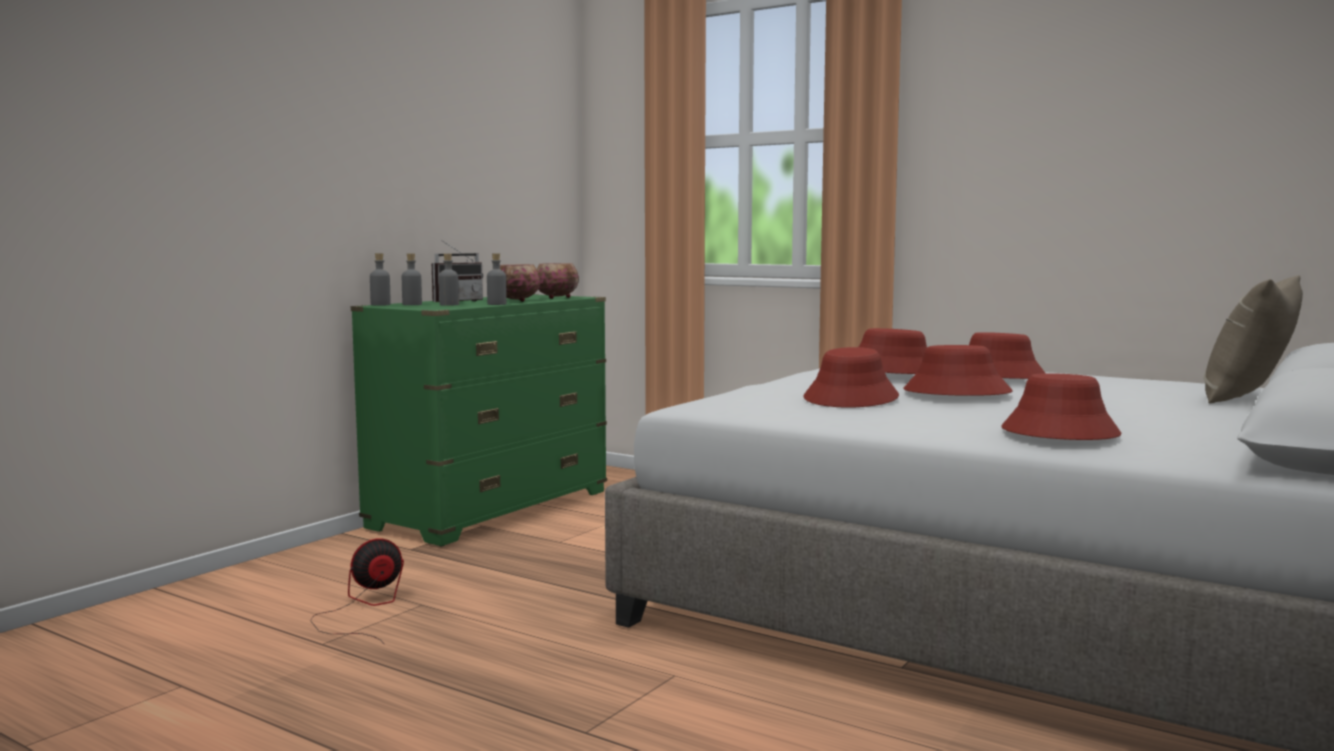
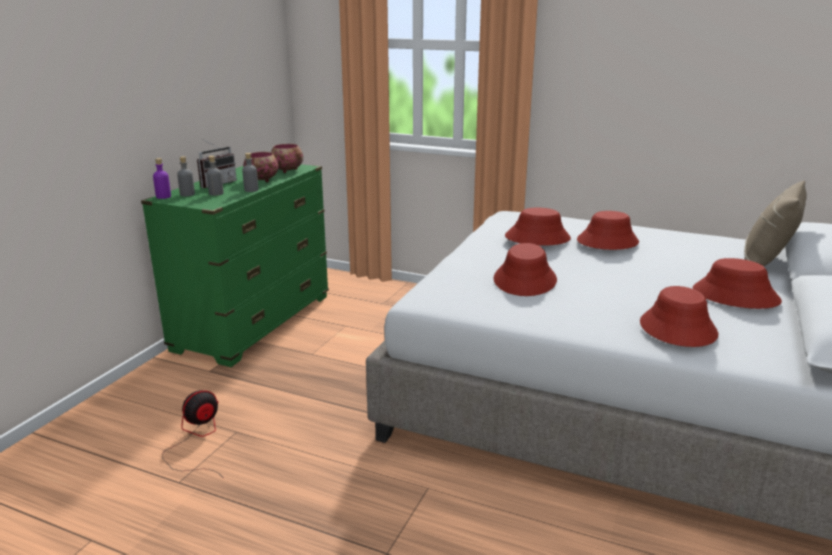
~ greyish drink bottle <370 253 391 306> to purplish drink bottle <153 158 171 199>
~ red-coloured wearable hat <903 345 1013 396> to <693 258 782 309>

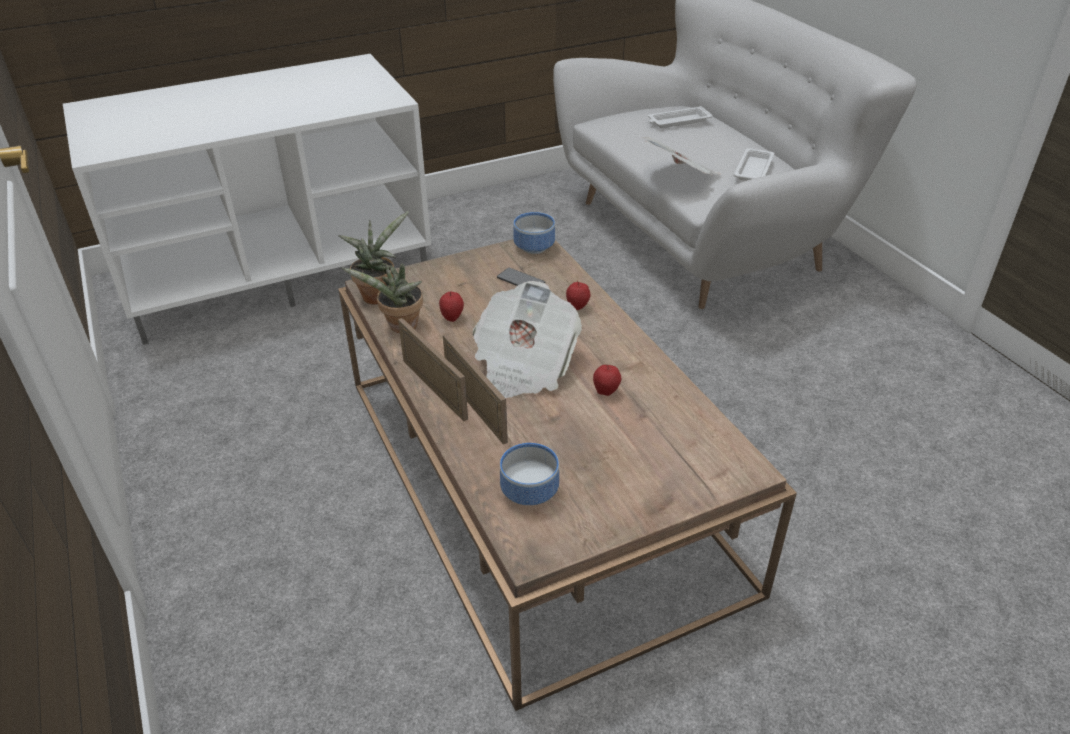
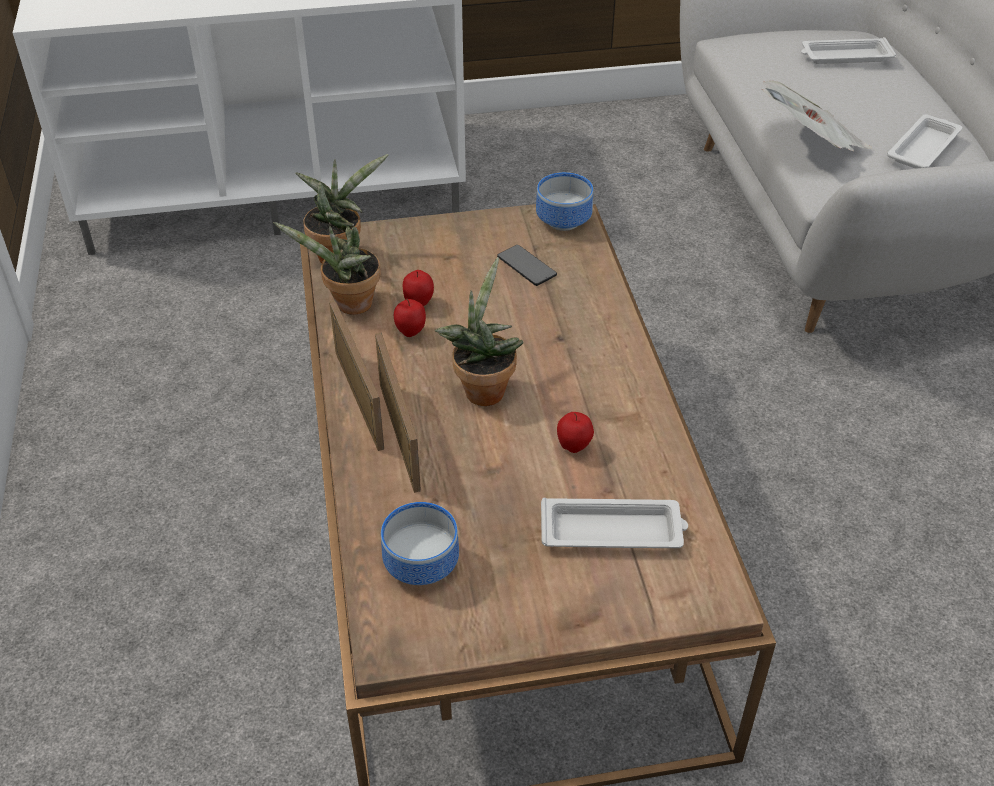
~ whole apple <566 281 591 310> to <394 298 426 337>
~ printed paper <472 281 582 398> to plant in a pot <435 257 523 406>
+ white tray <541 498 688 548>

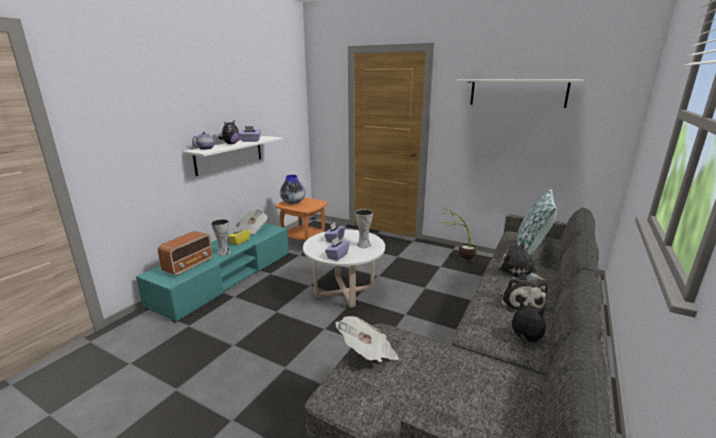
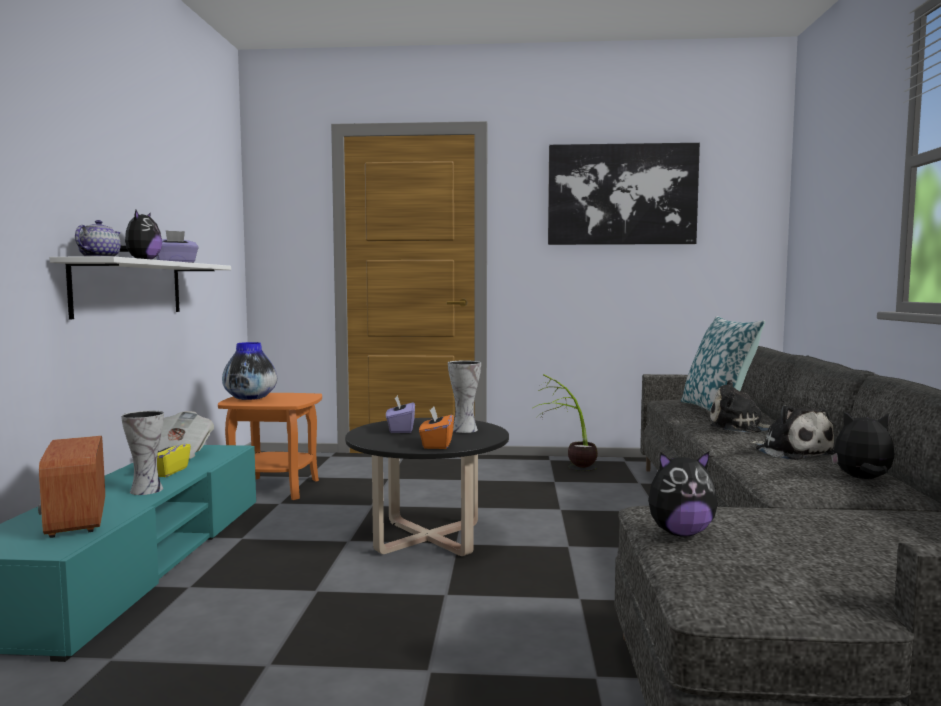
~ radio set <158 231 213 276> = <38 436 105 538> 150 degrees clockwise
~ white coffee table <303 229 385 308> to black-coloured coffee table <345 418 509 556>
~ purplish tissue holder <325 237 350 260> to orange-coloured tissue holder <419 407 454 449>
~ white shelf <457 79 583 108> to picture <548 143 700 245>
~ printed paper <335 316 399 362> to soft toy <648 451 718 537>

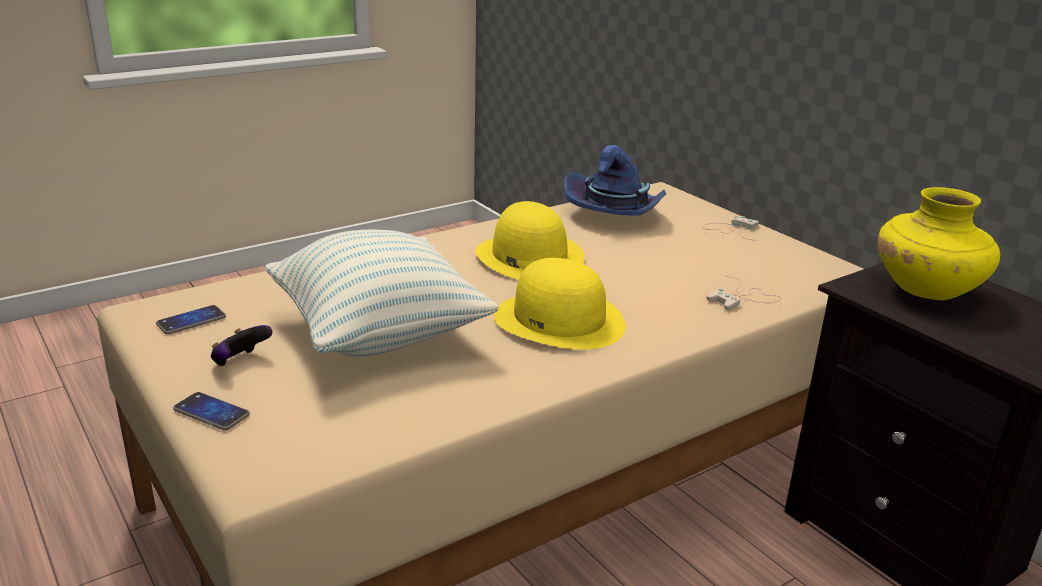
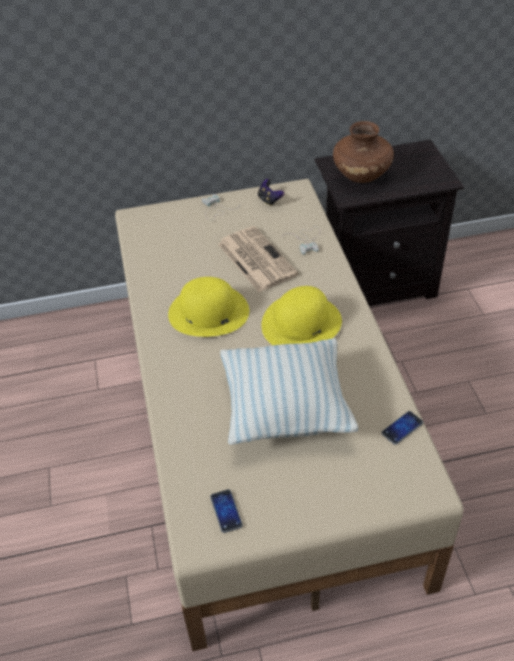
+ printed paper <218 226 298 292>
~ gamepad <211 325 272 367> to <258 179 284 206>
~ yellow-coloured flower vase <878 187 1000 300> to brown flower vase <333 121 394 183>
~ phone <173 392 250 430> to <381 411 423 445>
- blue wearable hat <564 145 666 216>

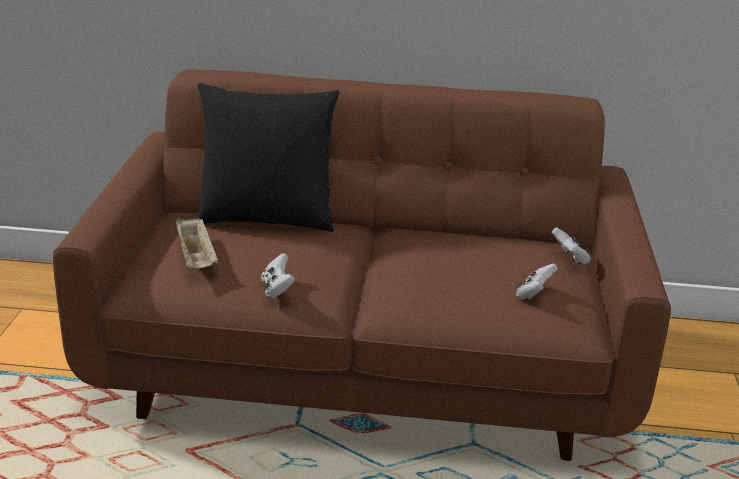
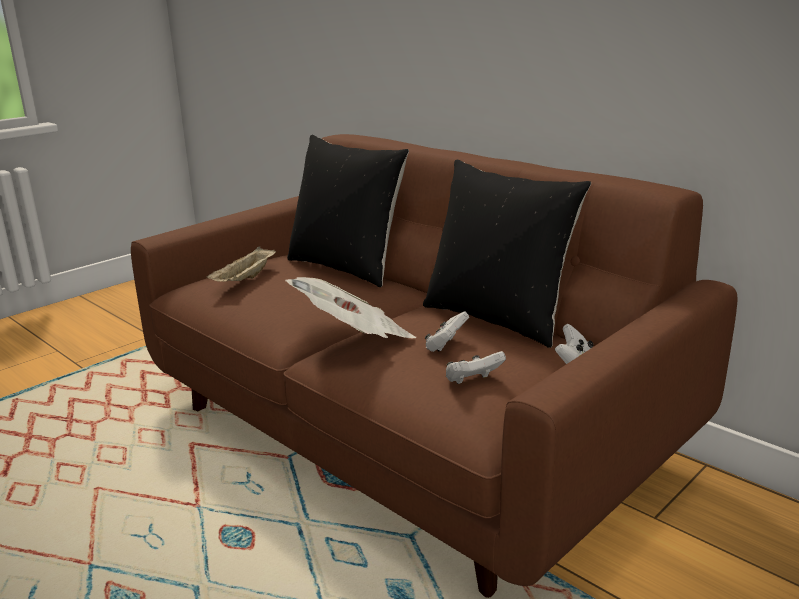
+ printed paper <285 277 416 338>
+ black-coloured cushion <423 160 591 348>
~ white gamepad <261 253 295 298> to <425 312 469 352>

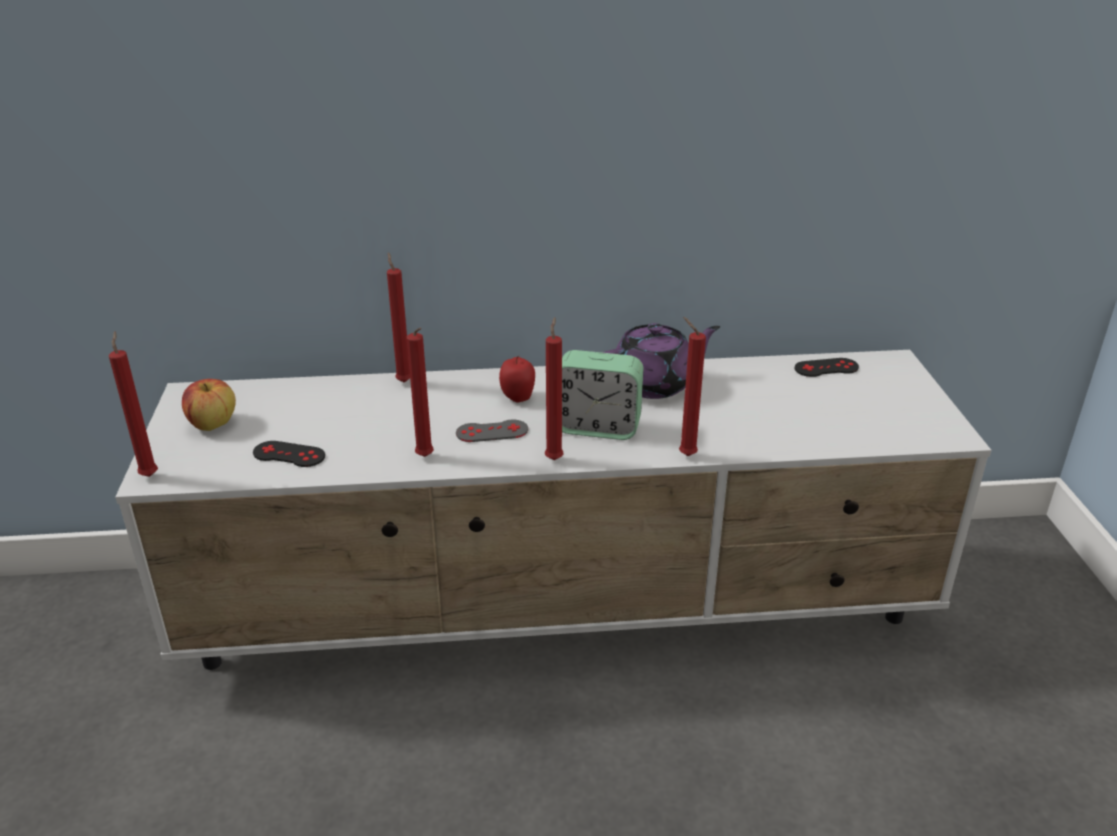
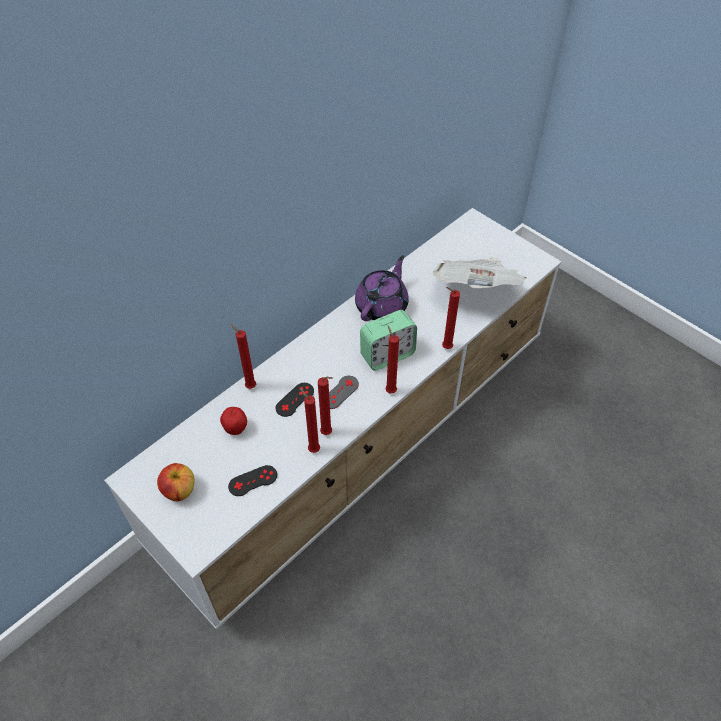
~ whole apple <499 355 535 402> to <220 407 247 435>
~ black-coloured gamepad <795 358 859 377> to <275 383 314 417>
~ red-coloured wax light <109 332 158 477> to <300 388 320 453>
+ printed paper <433 258 527 288>

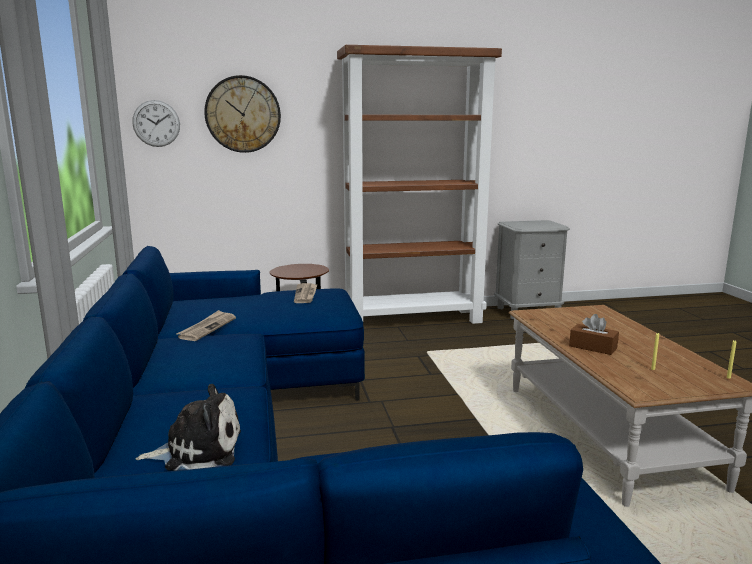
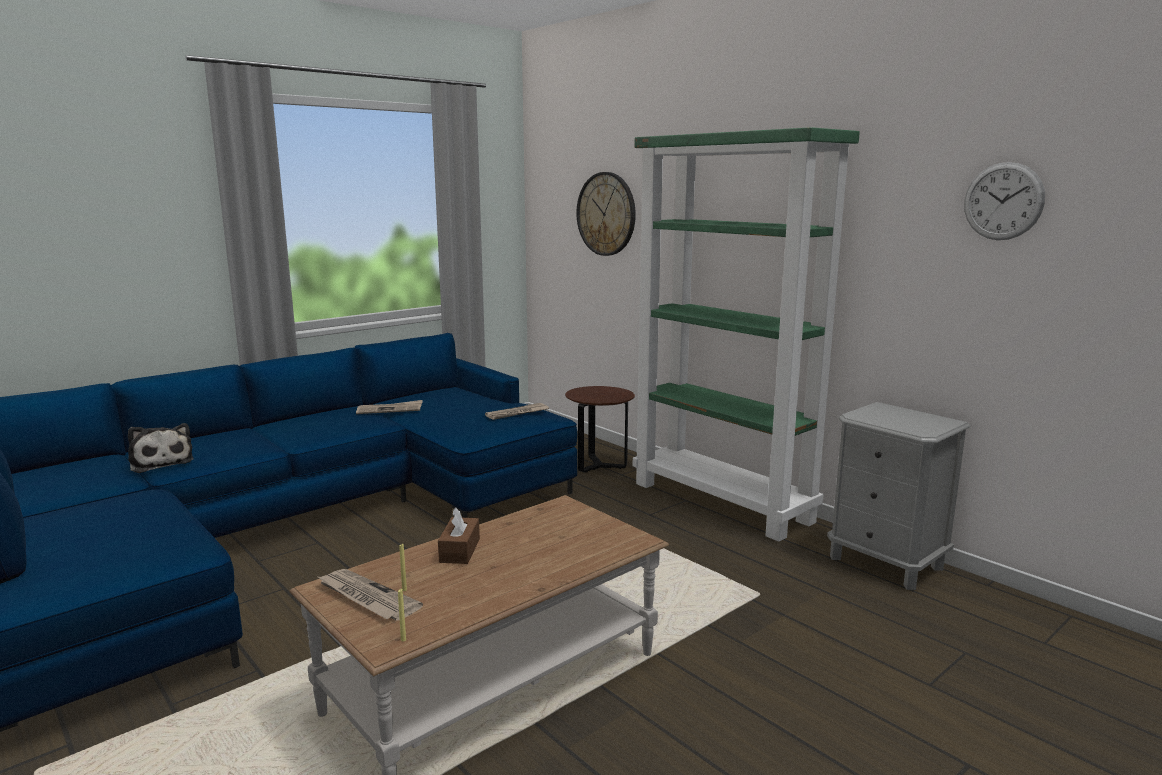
+ printed paper <316 569 423 620>
~ brown shelving unit <337 45 502 324> to green-coloured shelving unit <633 127 860 542>
~ clock on the wall <132 100 180 147> to <964 162 1045 240>

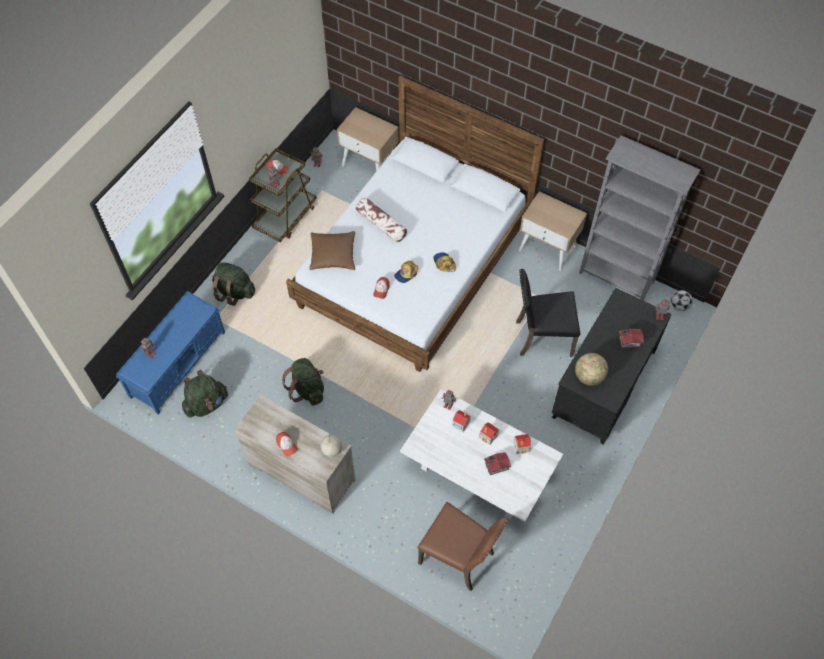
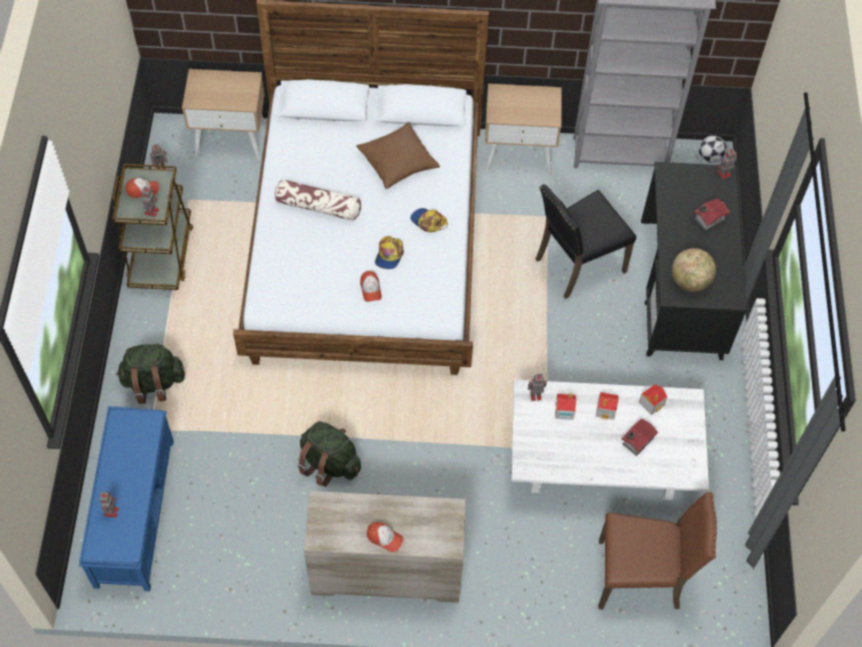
~ brown cushion <309 231 355 270> to <356 122 440 189>
- green-coloured rucksack <182 370 228 418>
- globe <320 435 342 457>

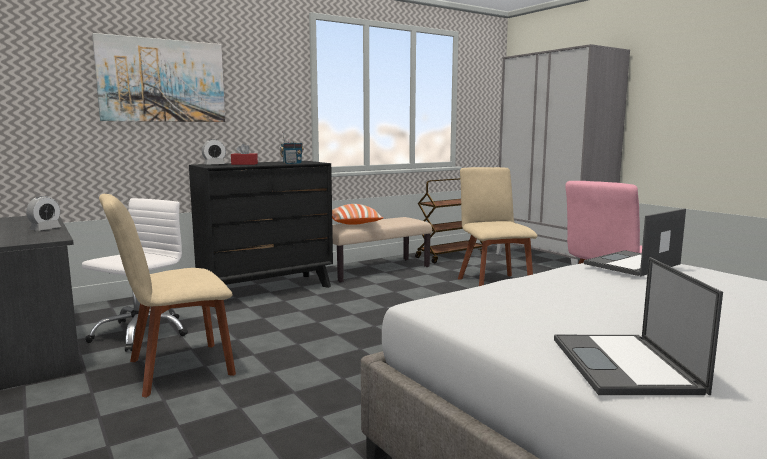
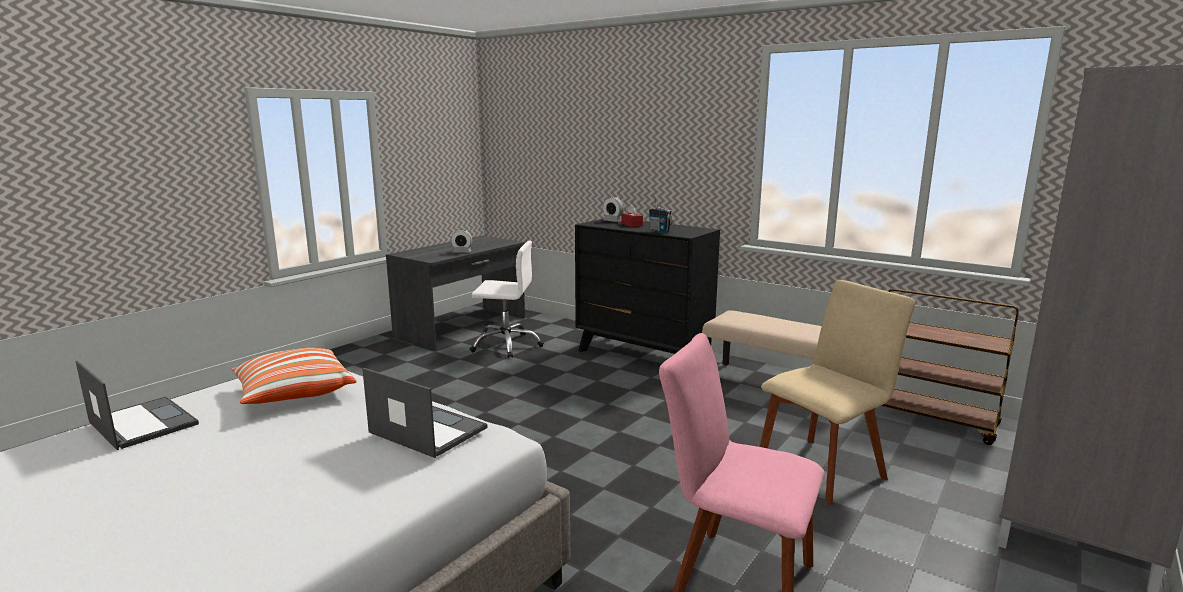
~ laptop <554 257 723 395> = <76 360 199 450> 60 degrees clockwise
~ cushion <332 204 383 225> to <232 348 356 404>
- picture <92 33 225 122>
- sand-coloured upright chair <99 194 236 398>

